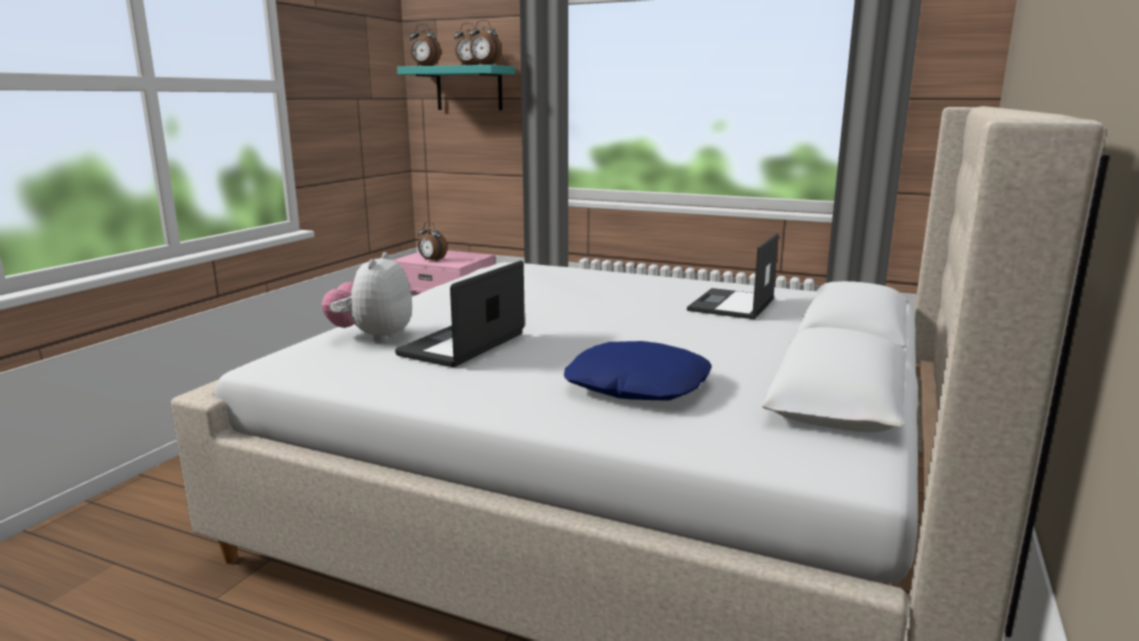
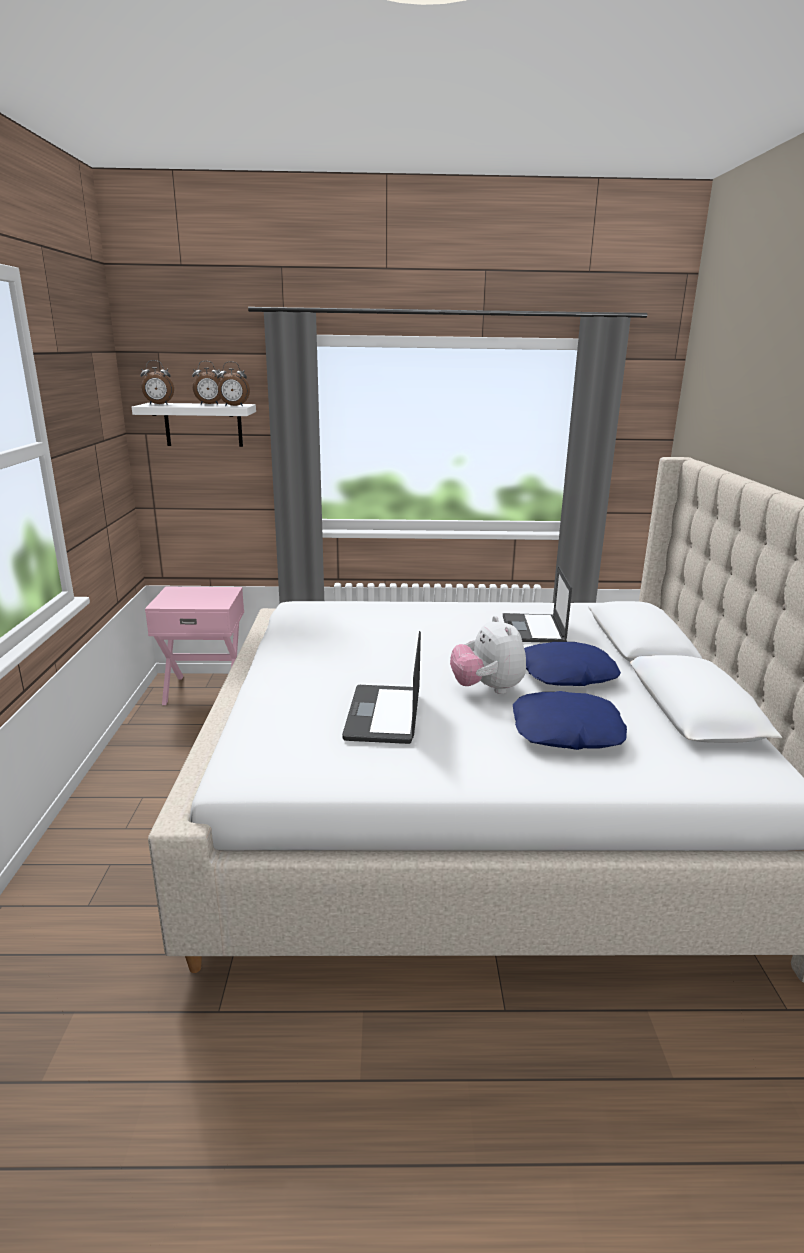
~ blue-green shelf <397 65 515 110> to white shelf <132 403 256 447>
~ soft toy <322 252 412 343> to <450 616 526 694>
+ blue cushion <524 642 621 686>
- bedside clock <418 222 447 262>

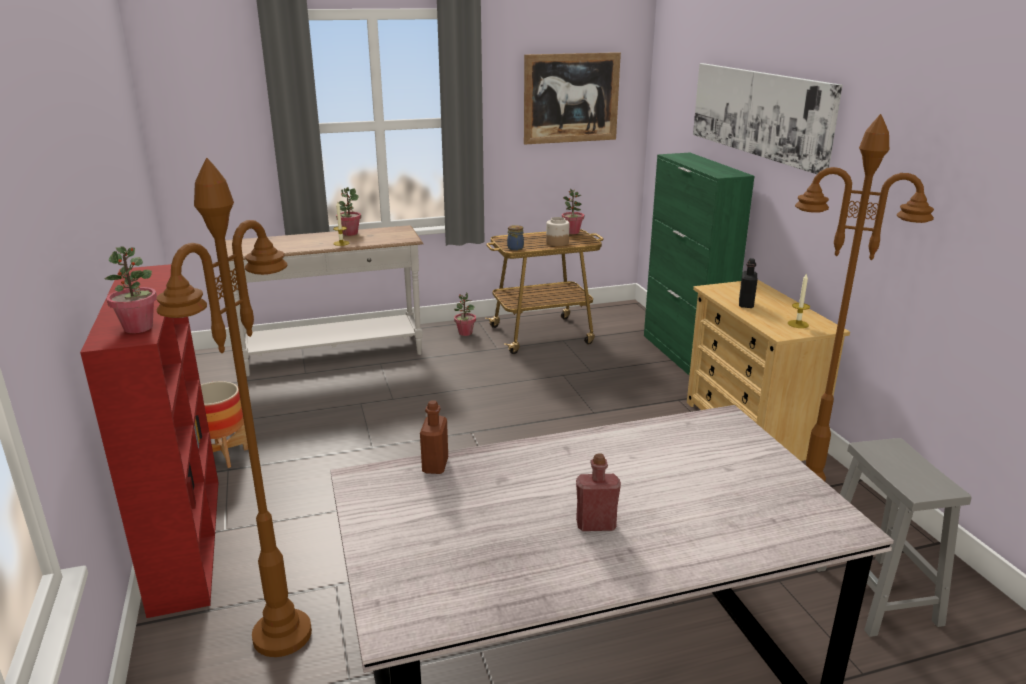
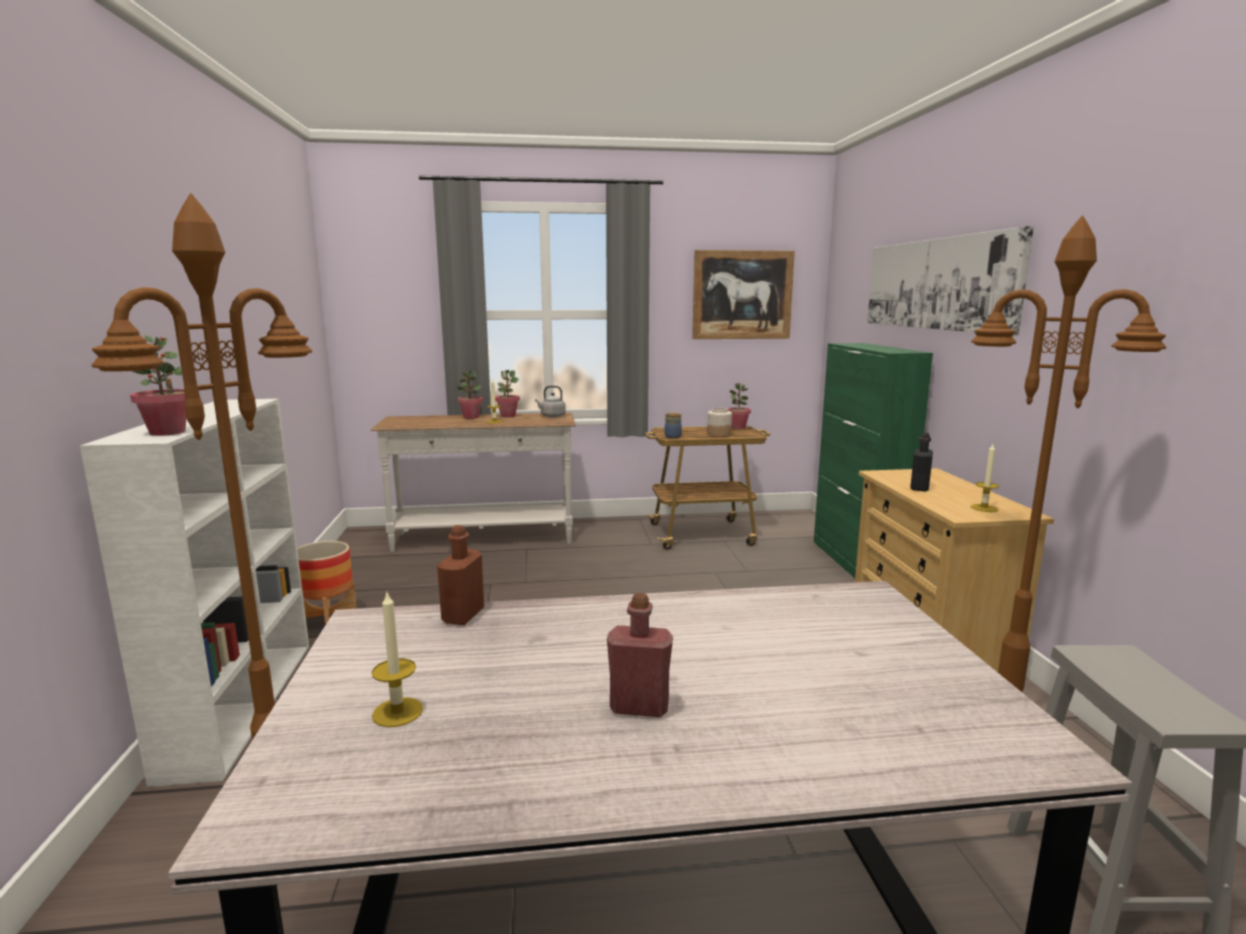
~ red-coloured shelving unit <80 264 219 618> to white shelving unit <80 399 309 787>
+ wax light <372 590 423 727>
~ plant in a pot <454 292 476 336> to <457 370 483 419>
+ greyish kettle <535 386 566 418>

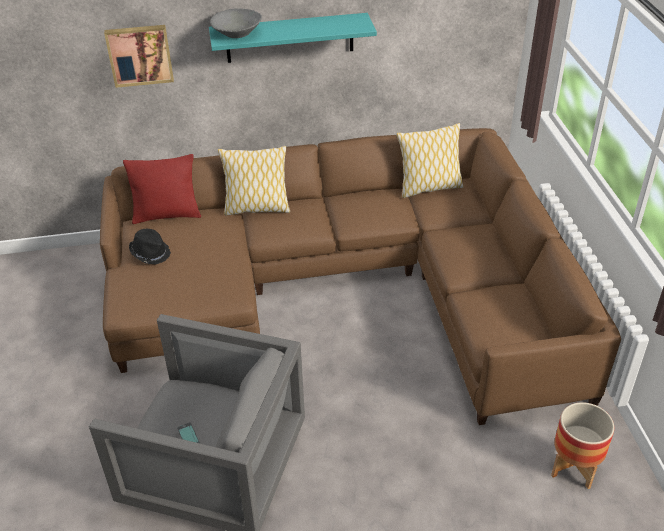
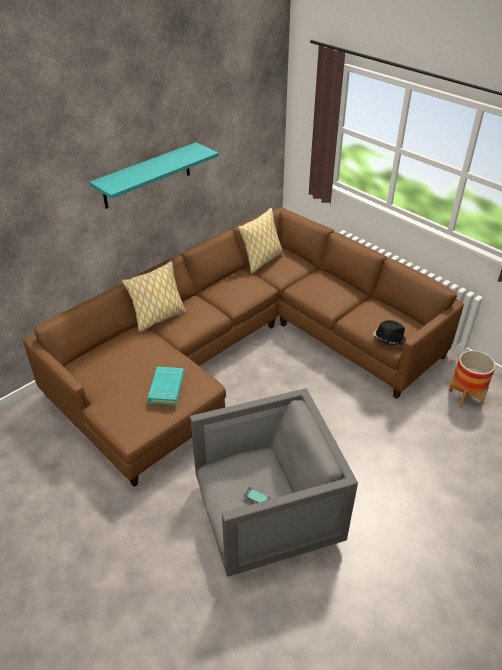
+ blue-green bound book <148 367 184 406>
~ black-coloured wearable hat <129 229 171 264> to <373 320 406 346>
- picture <104 25 174 88>
- red-coloured cushion <123 154 201 224>
- greyish bowl <210 8 262 38>

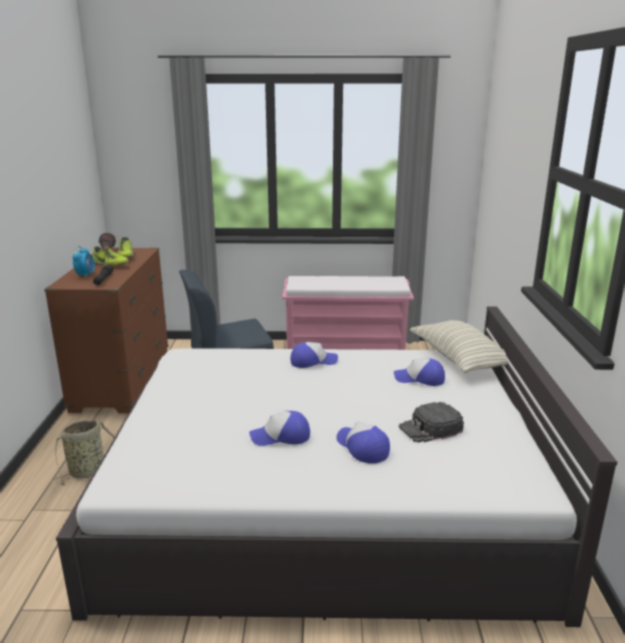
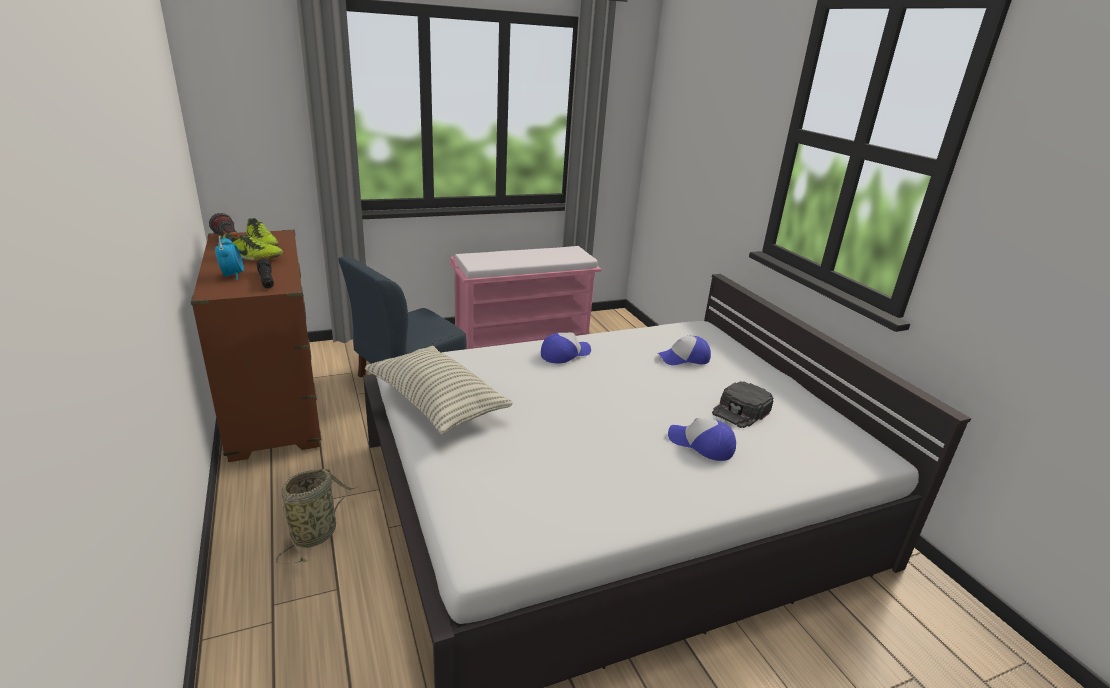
~ cushion <410 320 507 373> to <365 346 513 435>
- cap <249 411 310 446>

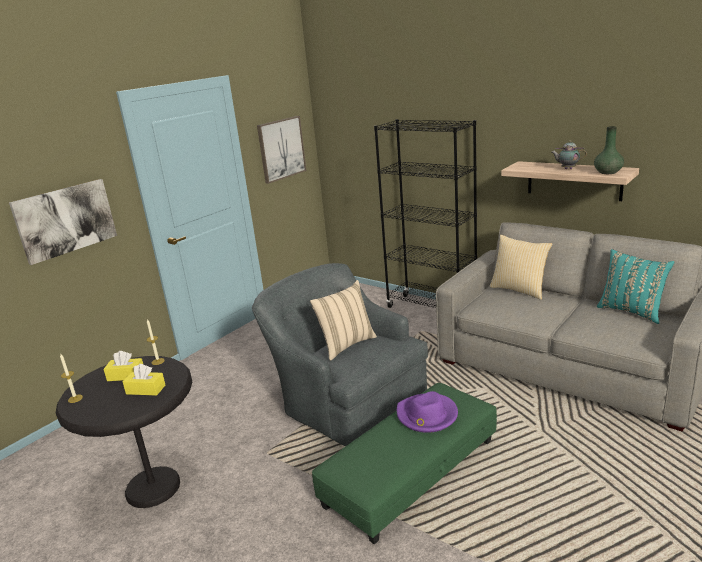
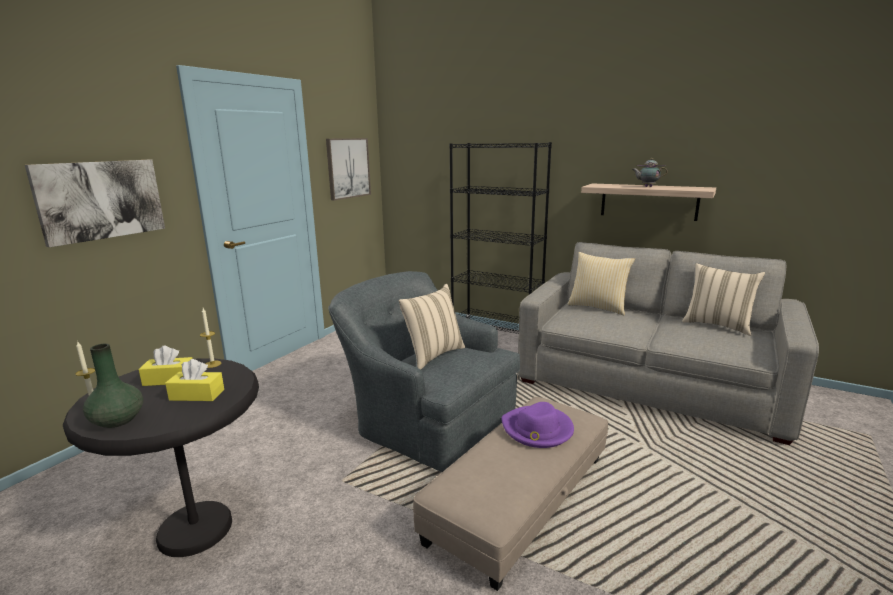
~ green-coloured flower vase <594 126 624 174> to <83 344 143 428>
~ green-coloured ottoman <312 383 497 544> to sand-coloured ottoman <413 397 608 591>
~ blue-green cushion <597 249 674 324> to sand-coloured cushion <682 263 765 336>

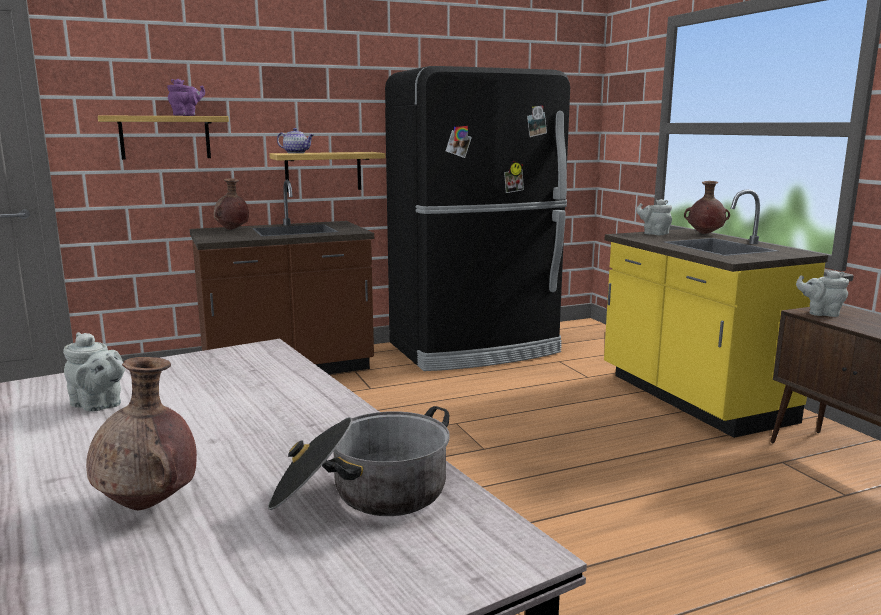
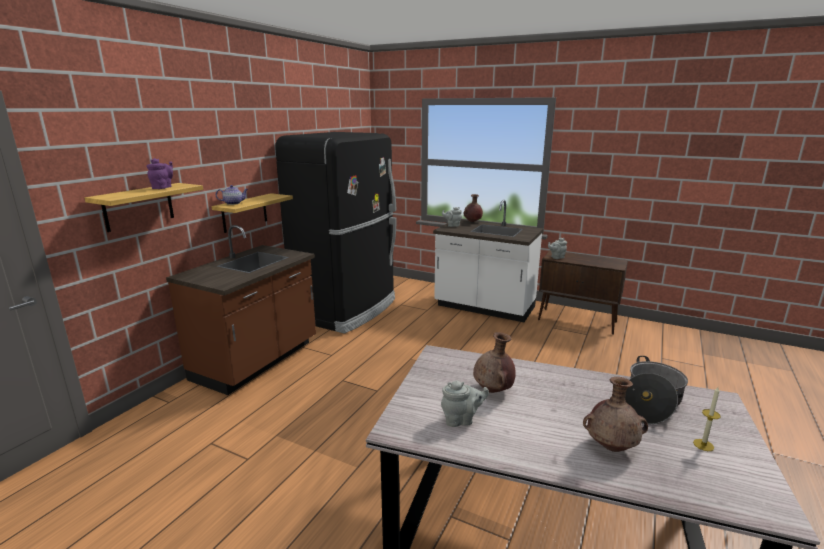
~ yellow-coloured counter <604 189 828 438> to white counter <433 200 543 322>
~ brown flower vase <214 178 249 230> to <473 332 516 393>
+ wax light <693 387 721 451>

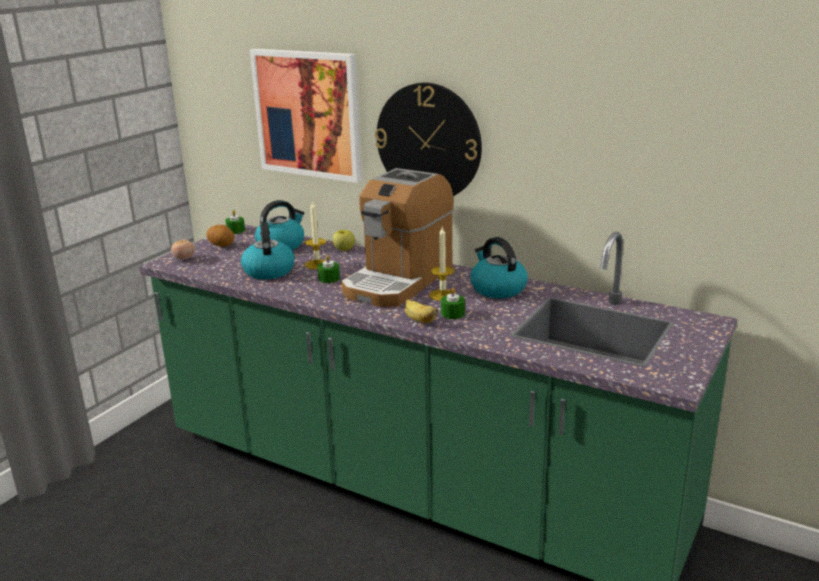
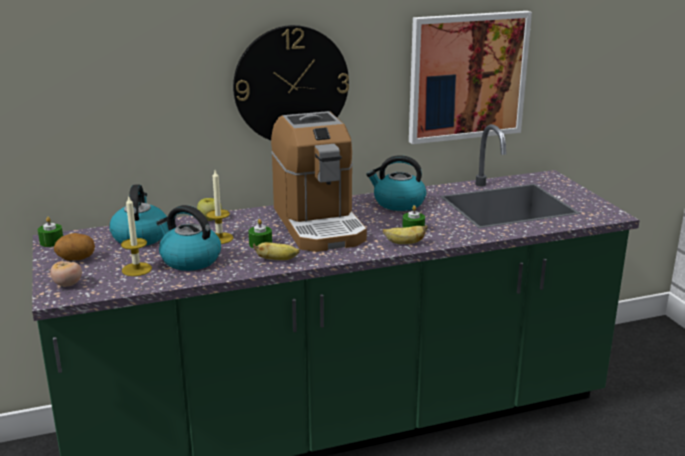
~ wax light <429 227 456 301> to <121 195 152 276>
+ whole banana <253 242 300 260>
~ picture <250 49 362 183> to <409 11 532 144>

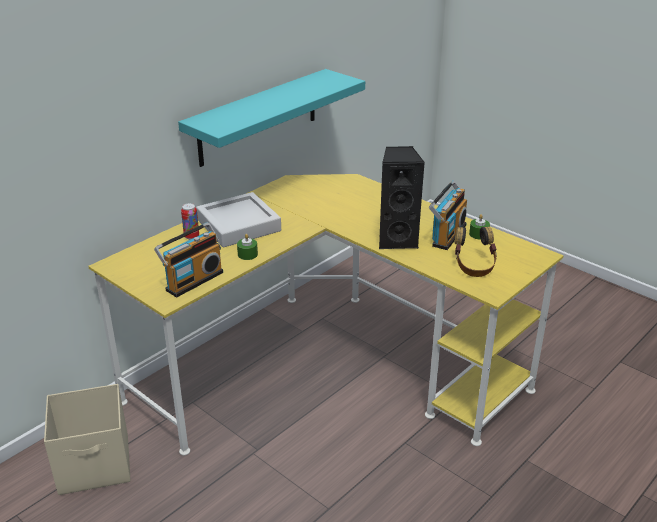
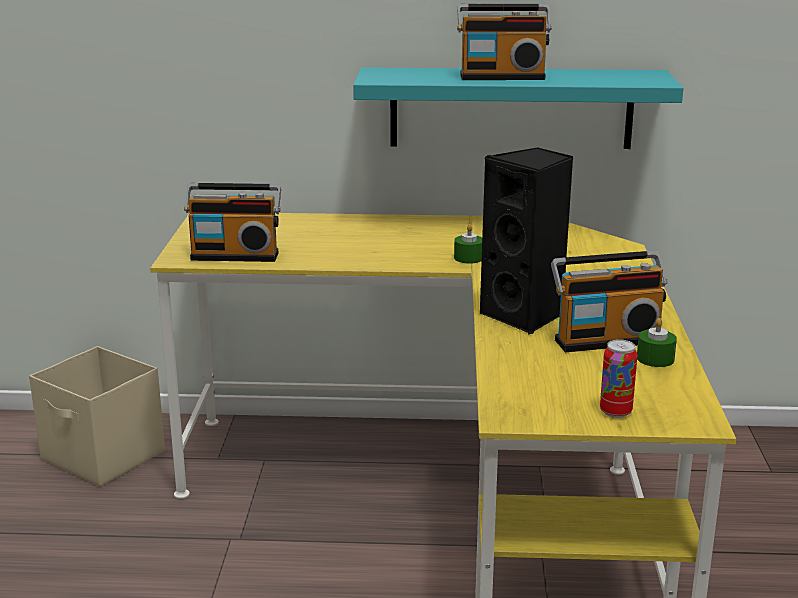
~ green-coloured wax light <237 234 258 260> to <454 224 482 264>
+ radio set <457 4 552 80>
~ sealed can <181 203 199 240> to <600 339 637 418>
- greyish tray <196 192 281 247>
- headset <455 227 497 277>

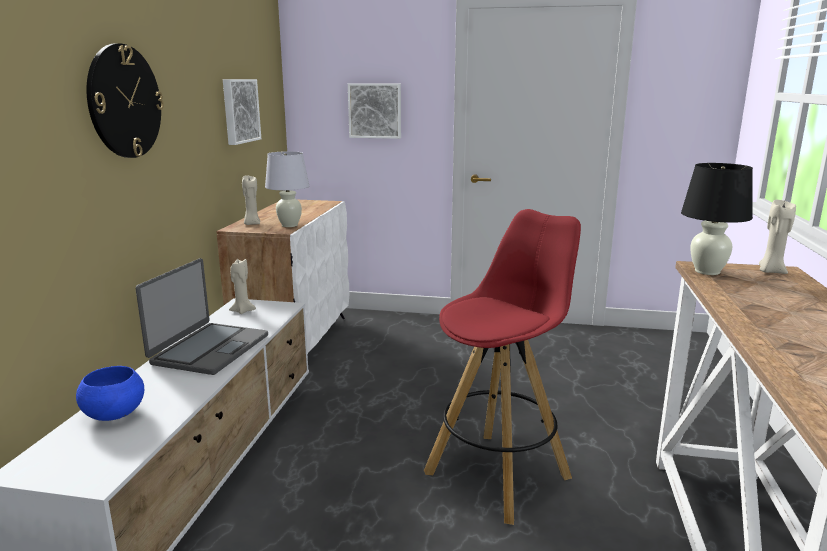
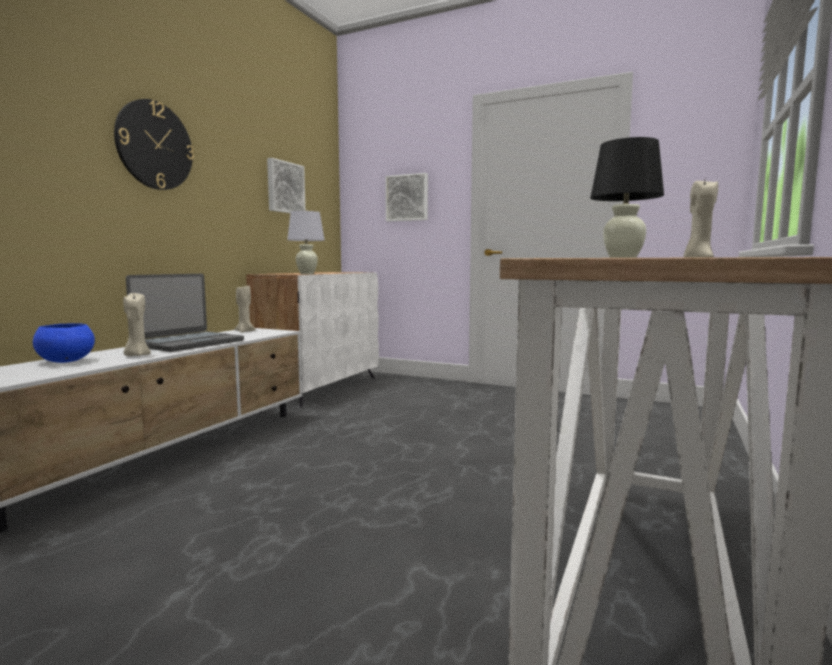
~ sand-coloured wax light <242 176 260 225> to <123 293 151 356>
- red-coloured sitting stool <424 209 581 525>

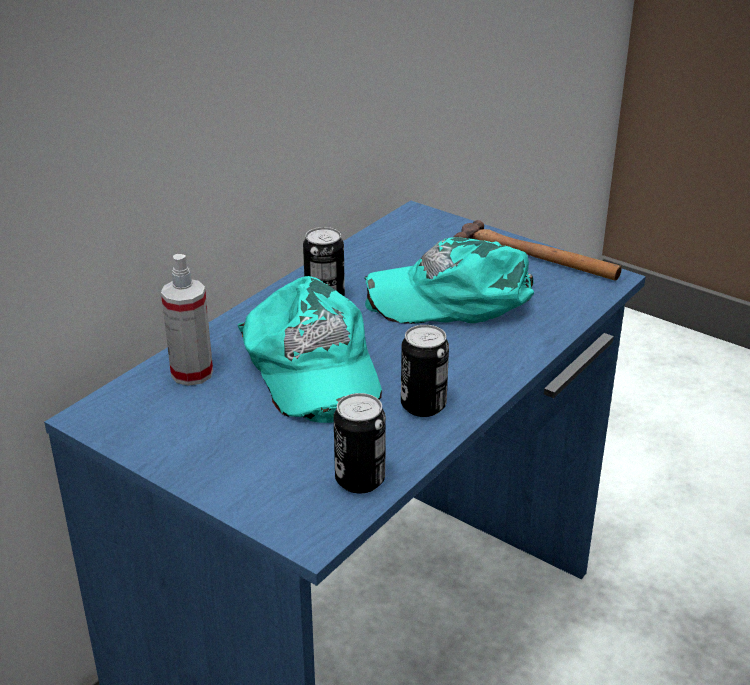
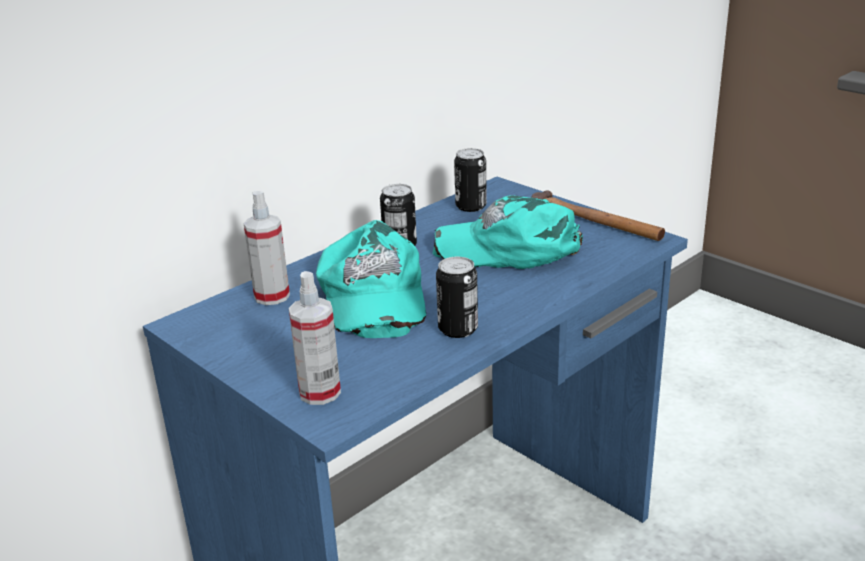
+ spray bottle <289 271 341 405>
~ sealed can <334 393 386 493> to <454 148 487 212>

